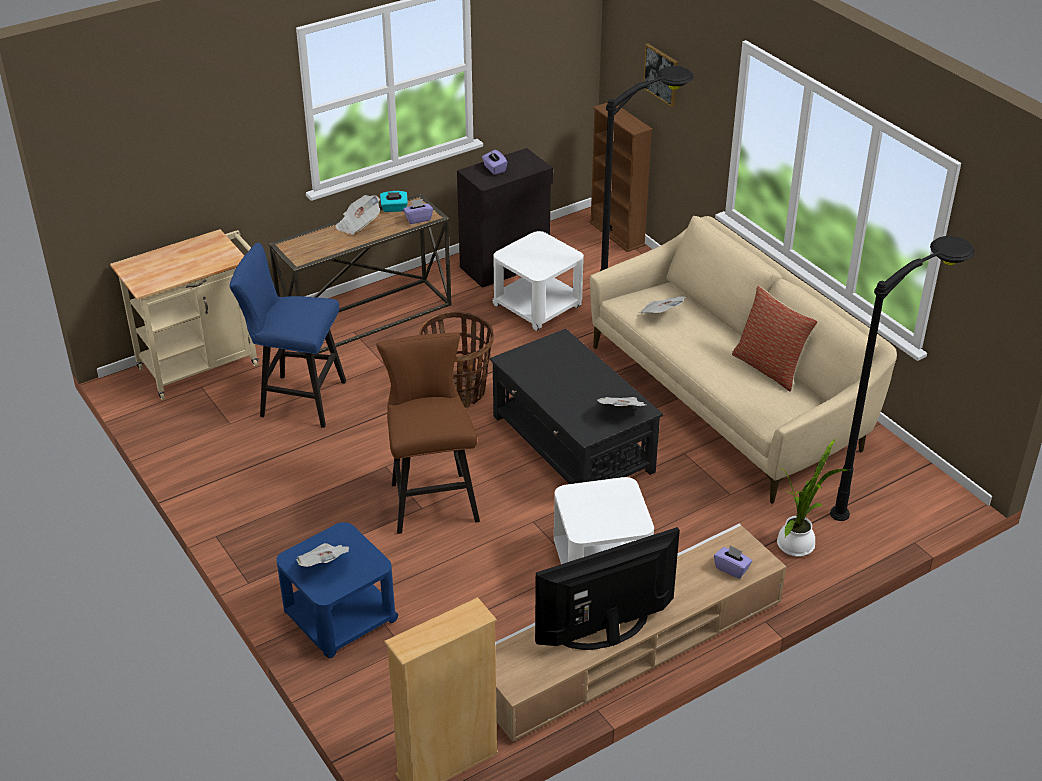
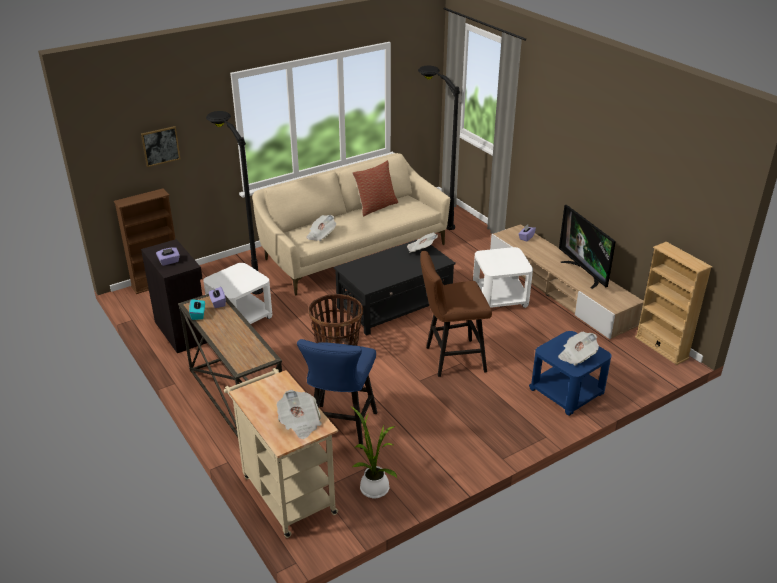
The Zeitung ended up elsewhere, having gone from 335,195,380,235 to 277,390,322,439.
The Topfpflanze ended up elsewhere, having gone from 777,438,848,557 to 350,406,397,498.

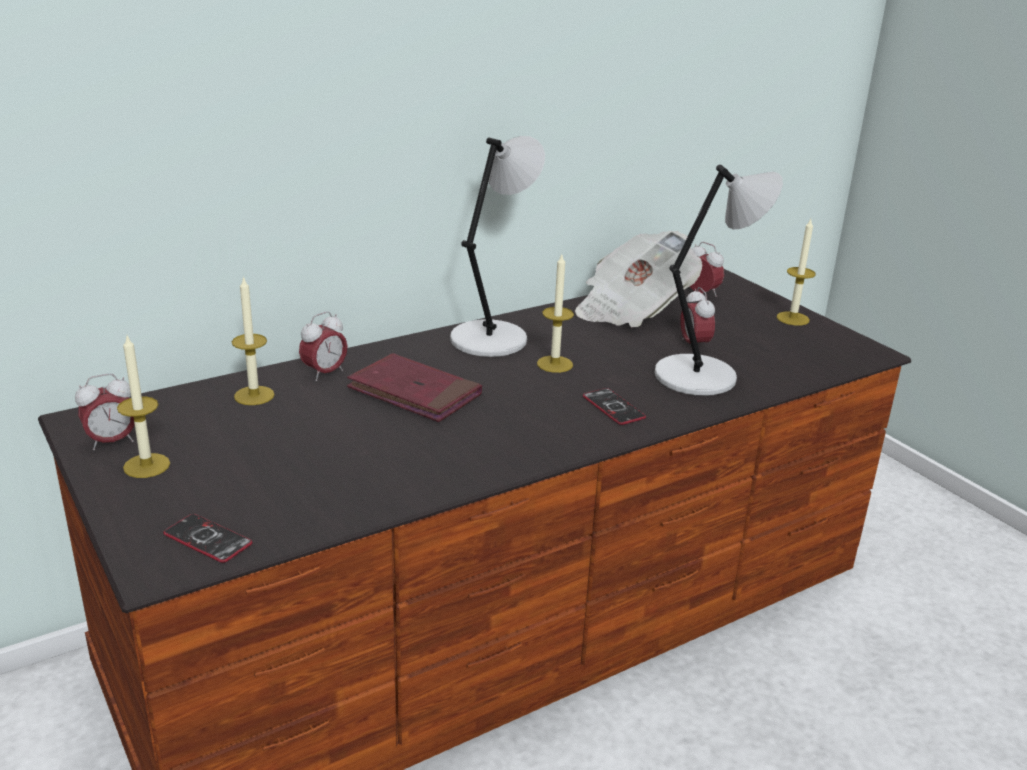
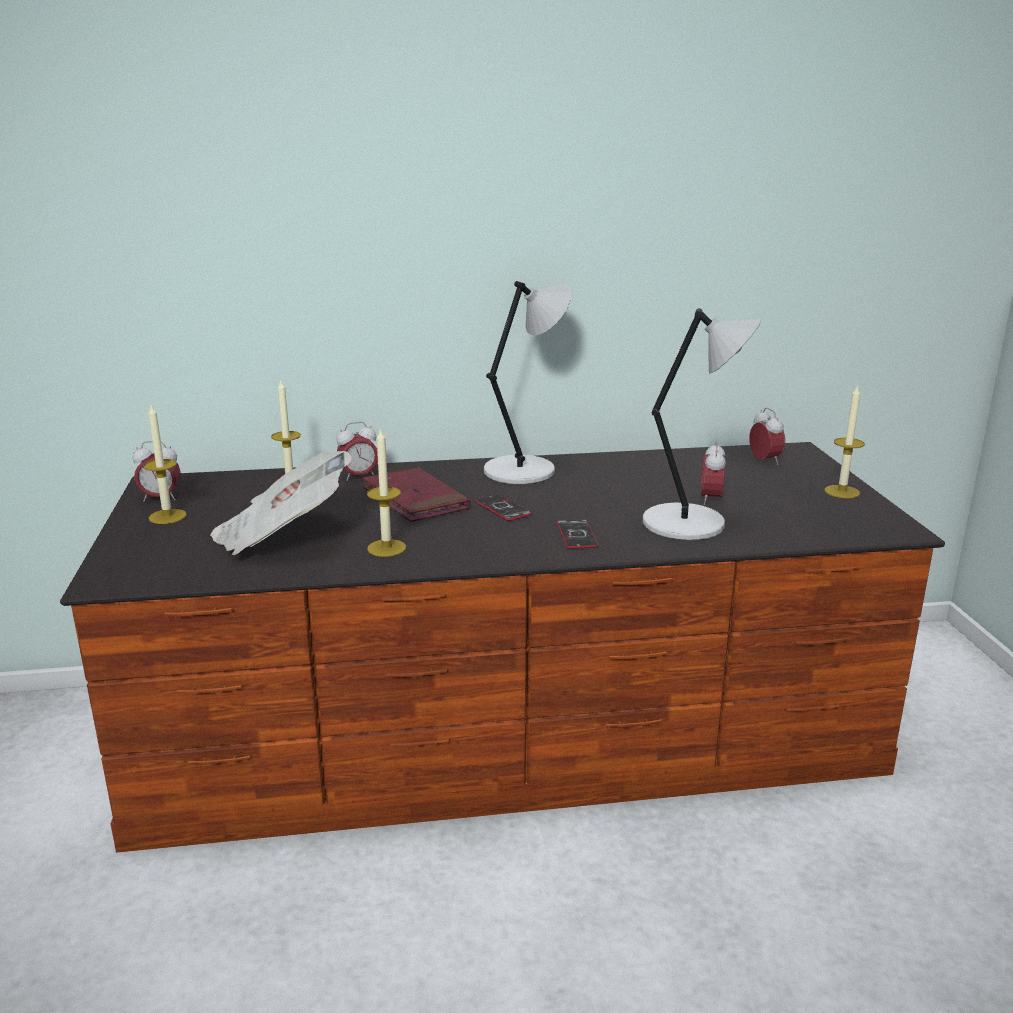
The Handy ended up elsewhere, having gone from 163,514,252,563 to 475,494,532,521.
The Kerze ended up elsewhere, having gone from 537,255,574,373 to 367,427,406,557.
The Zeitung ended up elsewhere, having gone from 575,231,702,327 to 210,451,352,555.

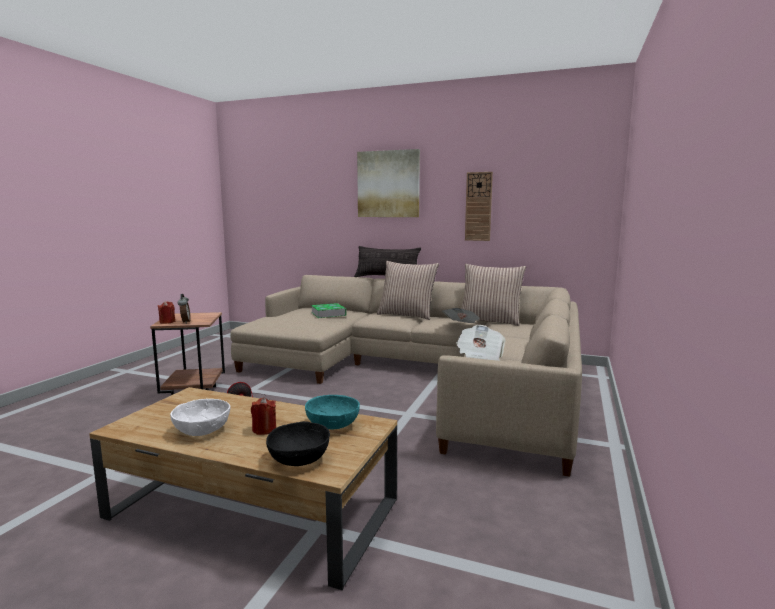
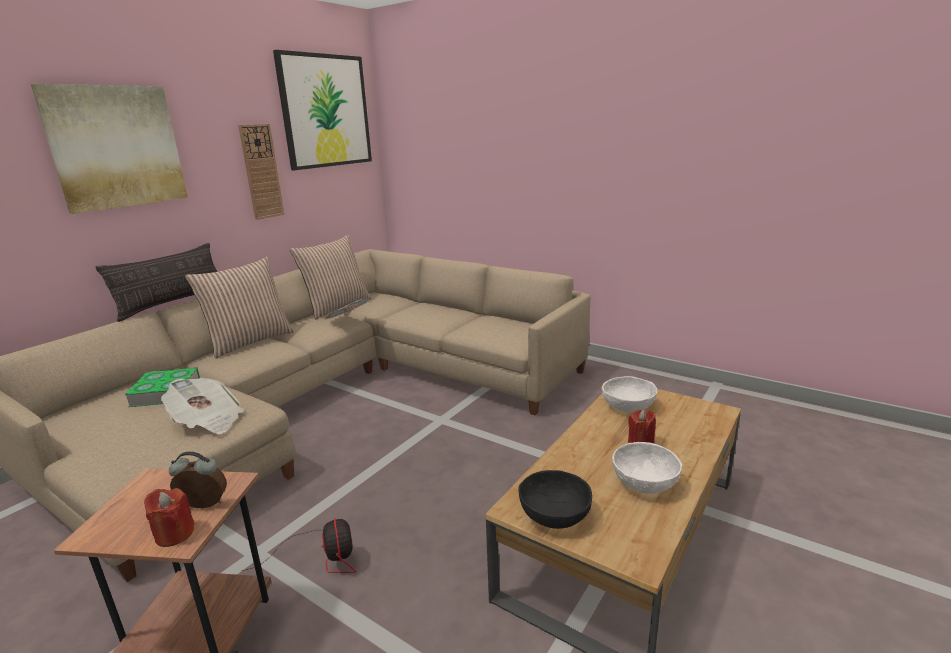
The second view gained the Bild at 273,50,372,170.
The Schüssel [schwarz] ended up elsewhere, having gone from 266,421,330,466 to 518,470,592,529.
The Zeitung ended up elsewhere, having gone from 456,325,506,361 to 161,378,244,434.
What was the Schüssel [türkis] at 305,395,360,429 turned into the Schüssel [weiß] at 602,376,657,413.

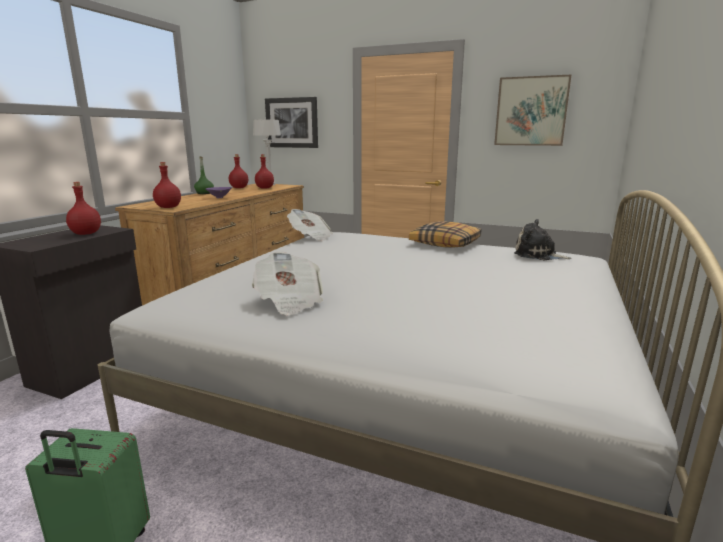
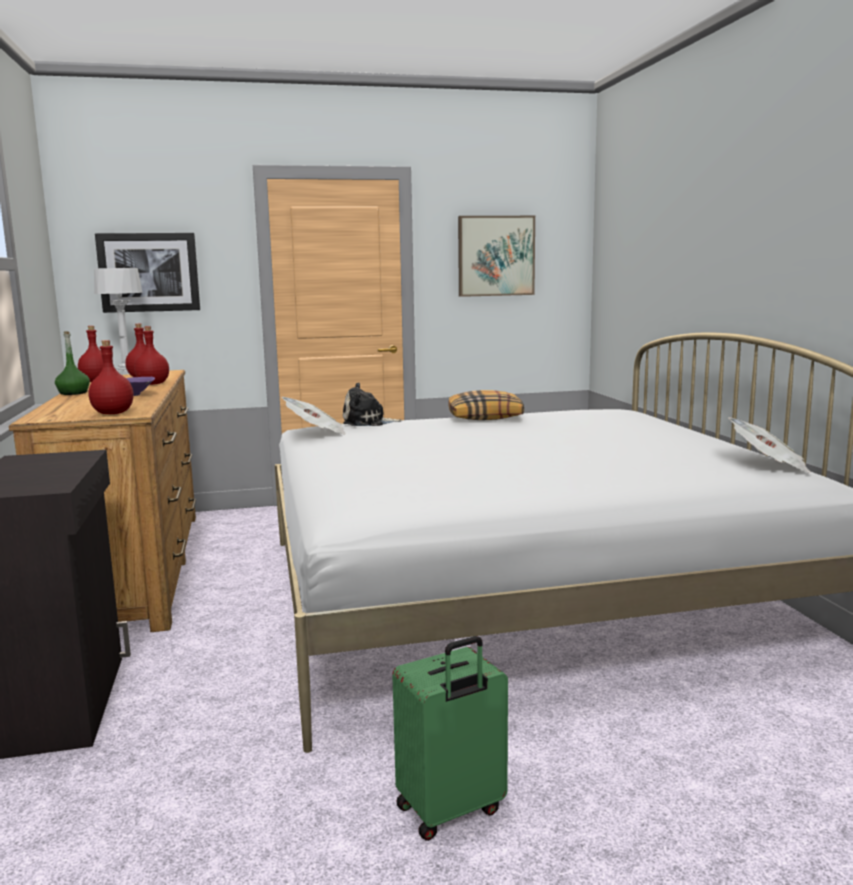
The Flasche [rot] ended up elsewhere, having gone from 66,182,101,235 to 134,326,169,385.
The Zeitung ended up elsewhere, having gone from 252,252,323,316 to 729,417,811,473.
The Plüschtier ended up elsewhere, having gone from 514,219,572,260 to 343,383,403,426.

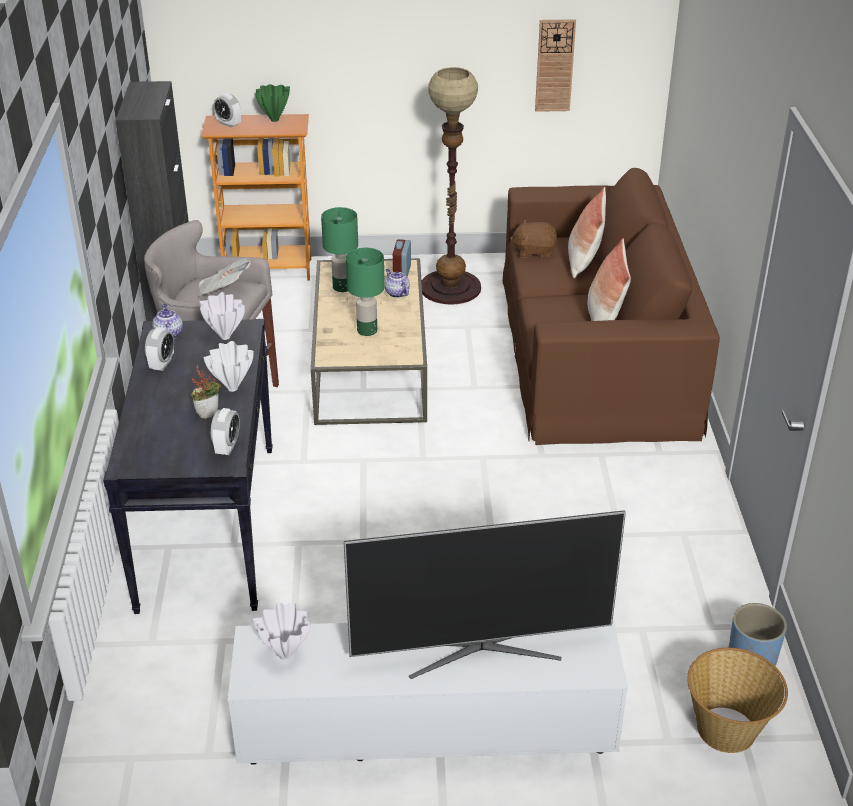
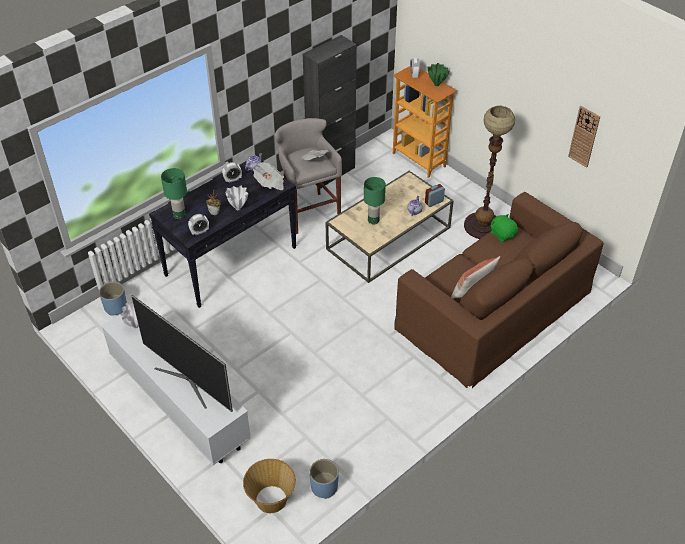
The second view lost the Kissen at 568,187,606,278.
The second view gained the Pflanzkübel [blau] at 99,282,127,316.
The Tischlampe [grün] ended up elsewhere, having gone from 321,207,358,292 to 161,168,187,219.
Where the Vase [weiß] stood at 199,292,245,340, the Zeitung came to stand at 252,162,284,190.
What was the Plüschtier [braun] at 510,219,558,259 turned into the Plüschtier [grün] at 491,214,518,242.

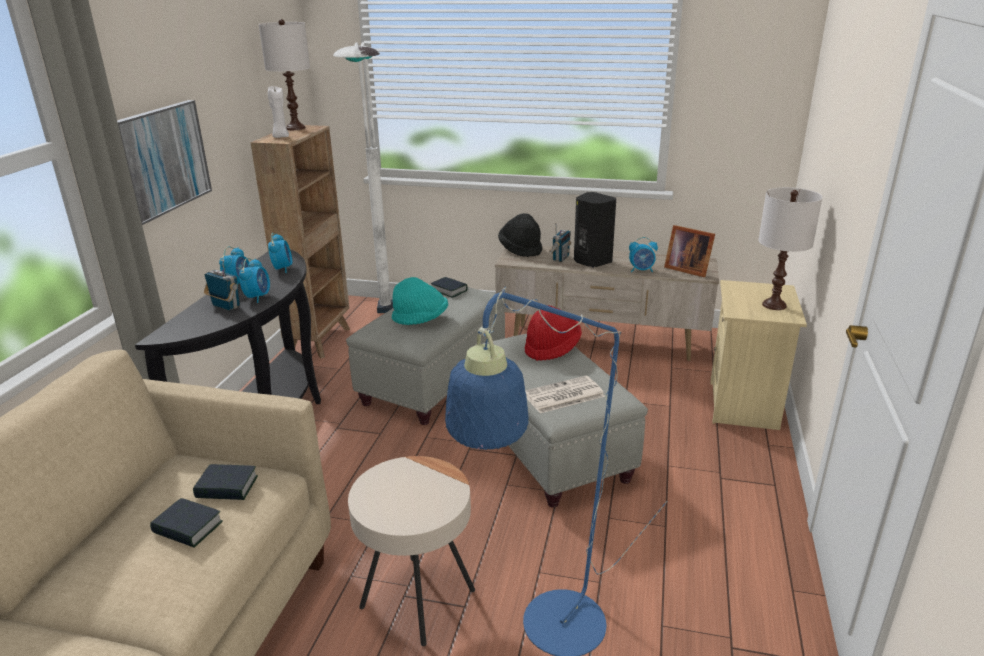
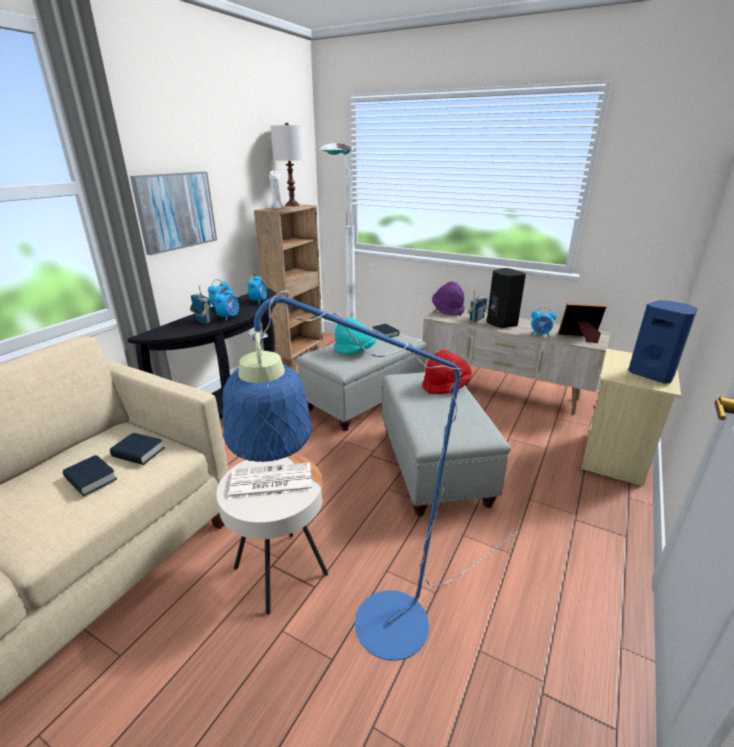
The Zeitung ended up elsewhere, having gone from 525,376,605,413 to 229,463,312,500.
Where the Tischlampe [weiß] stood at 758,187,823,310, the Lautsprecher [blau] came to stand at 628,300,698,383.
What was the Hut [schwarz] at 498,213,542,257 turned into the Hut [lila] at 432,281,465,316.
The Bilderrahmen at 664,225,715,277 ended up facing another way, 135 degrees clockwise from before.

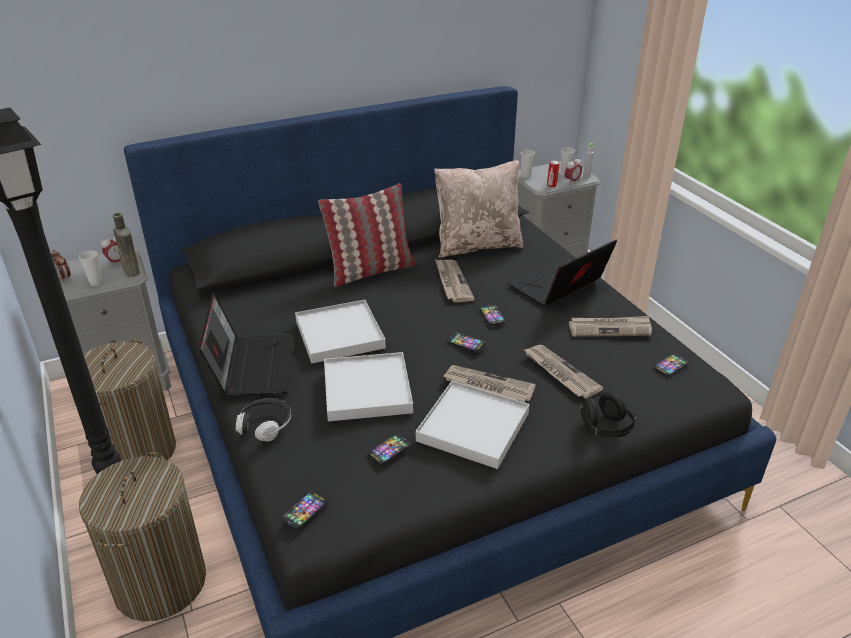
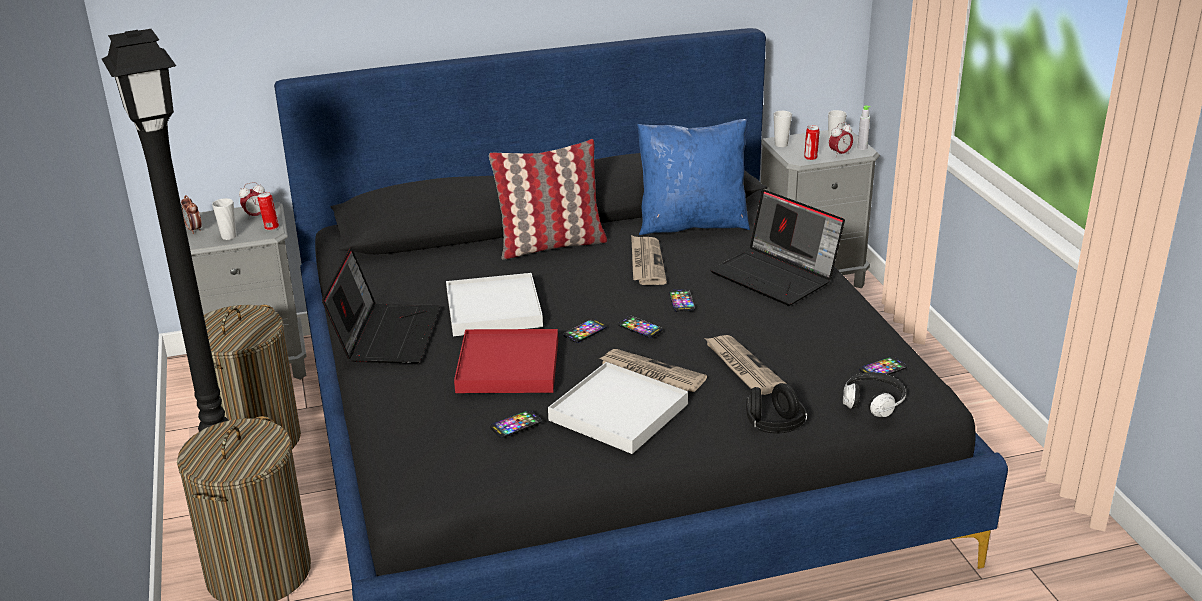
The second view lost the Zeitung at 569,316,652,337.
The Kopfhörer ended up elsewhere, having gone from 236,398,292,442 to 843,372,906,417.
The Handy ended up elsewhere, having gone from 281,491,328,530 to 563,319,607,343.
Where the Flasche [braun] stood at 112,213,140,277, the Dose came to stand at 257,192,279,231.
What was the Tablett [weiß] at 324,352,413,421 turned into the Tablett [rot] at 454,329,558,393.
What was the Kissen [beige] at 434,160,524,258 turned into the Kissen [blau] at 637,119,750,235.
The Laptop at 508,239,617,306 ended up facing another way, 105 degrees counterclockwise from before.

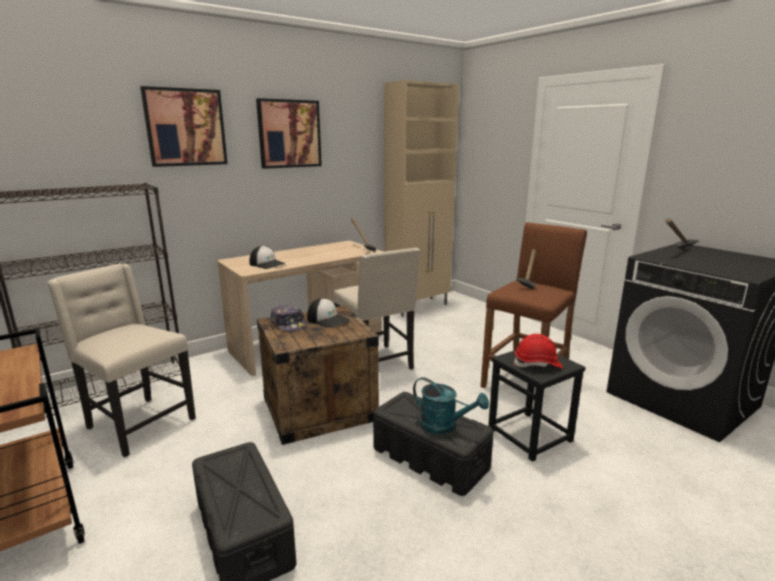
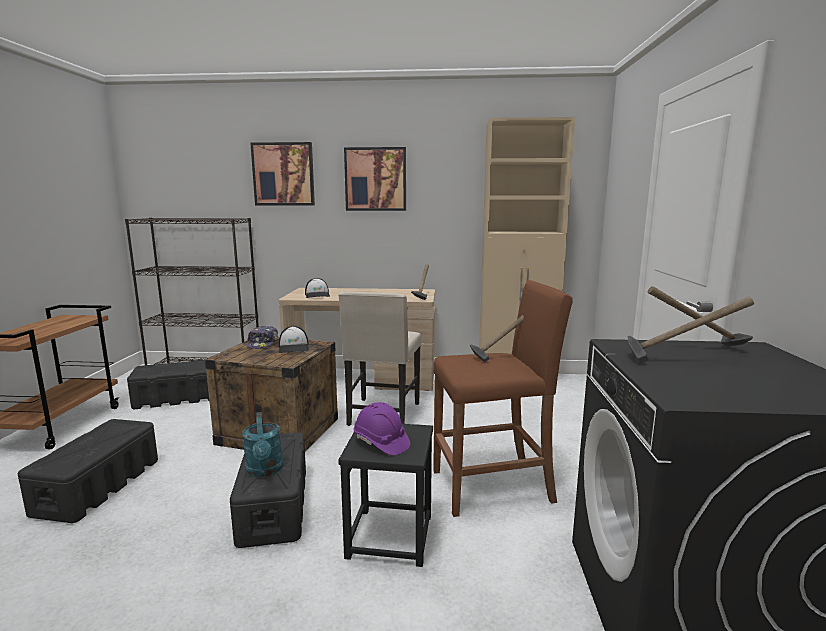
The second view gained the Hammer at 627,296,754,363.
Where the Stuhl [beige] stood at 47,264,196,457, the Aufbewahrungsbox [schwarz] came to stand at 127,360,209,409.
What was the Schutzhelm [rot] at 514,334,563,368 turned into the Schutzhelm [lila] at 353,402,410,455.

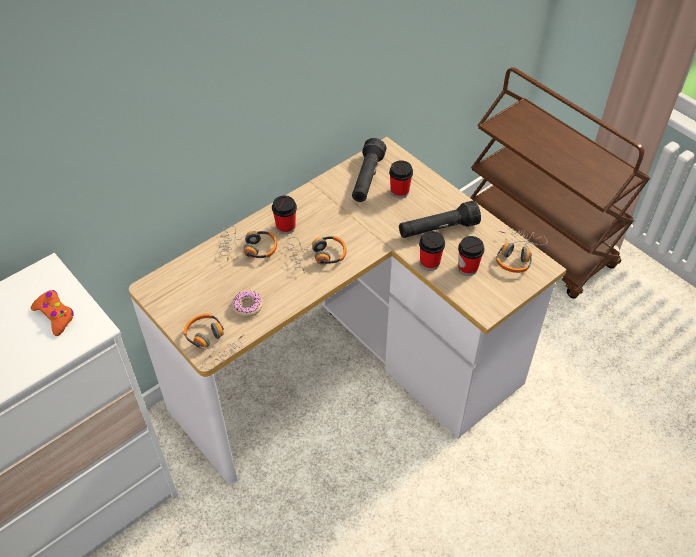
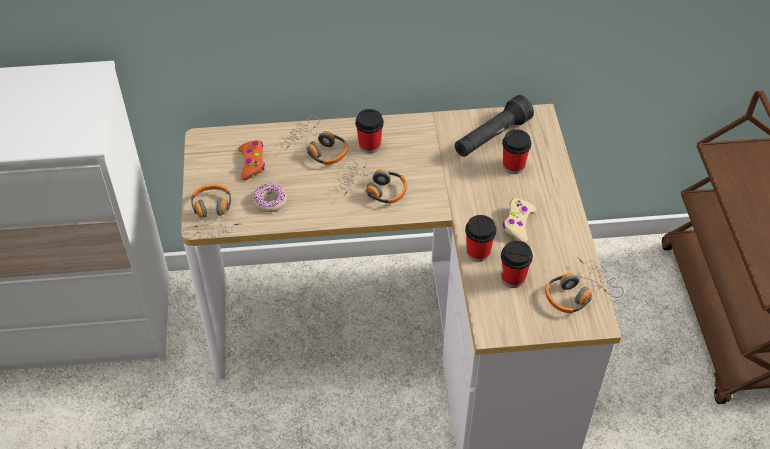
The Gamepad [orange] ended up elsewhere, having gone from 31,290,74,336 to 238,140,265,181.
Where the Taschenlampe [schwarz] stood at 399,201,481,238, the Gamepad [beige] came to stand at 503,198,536,243.

